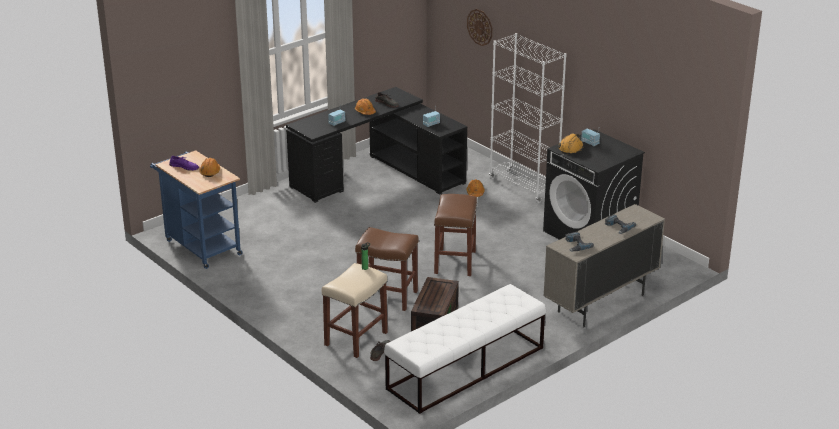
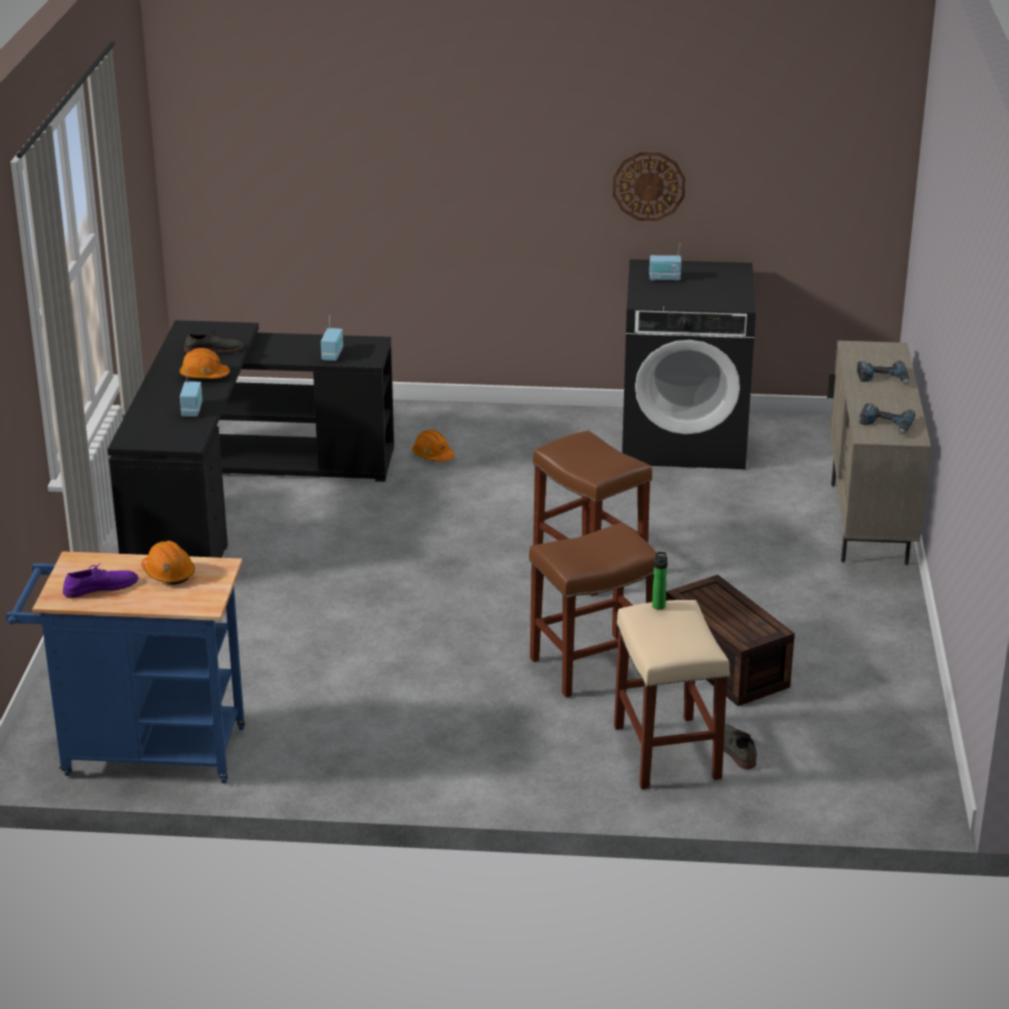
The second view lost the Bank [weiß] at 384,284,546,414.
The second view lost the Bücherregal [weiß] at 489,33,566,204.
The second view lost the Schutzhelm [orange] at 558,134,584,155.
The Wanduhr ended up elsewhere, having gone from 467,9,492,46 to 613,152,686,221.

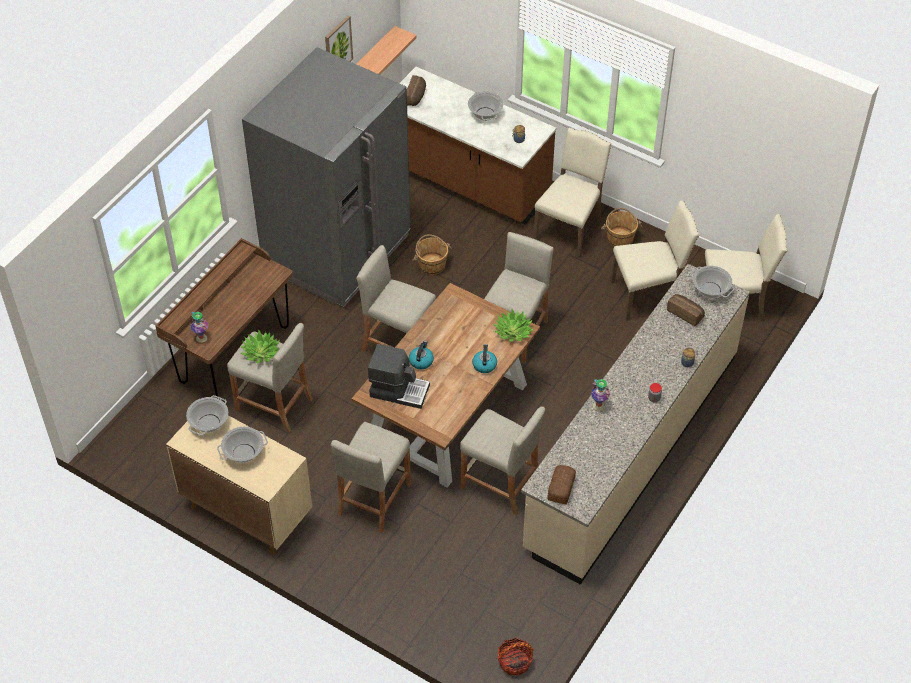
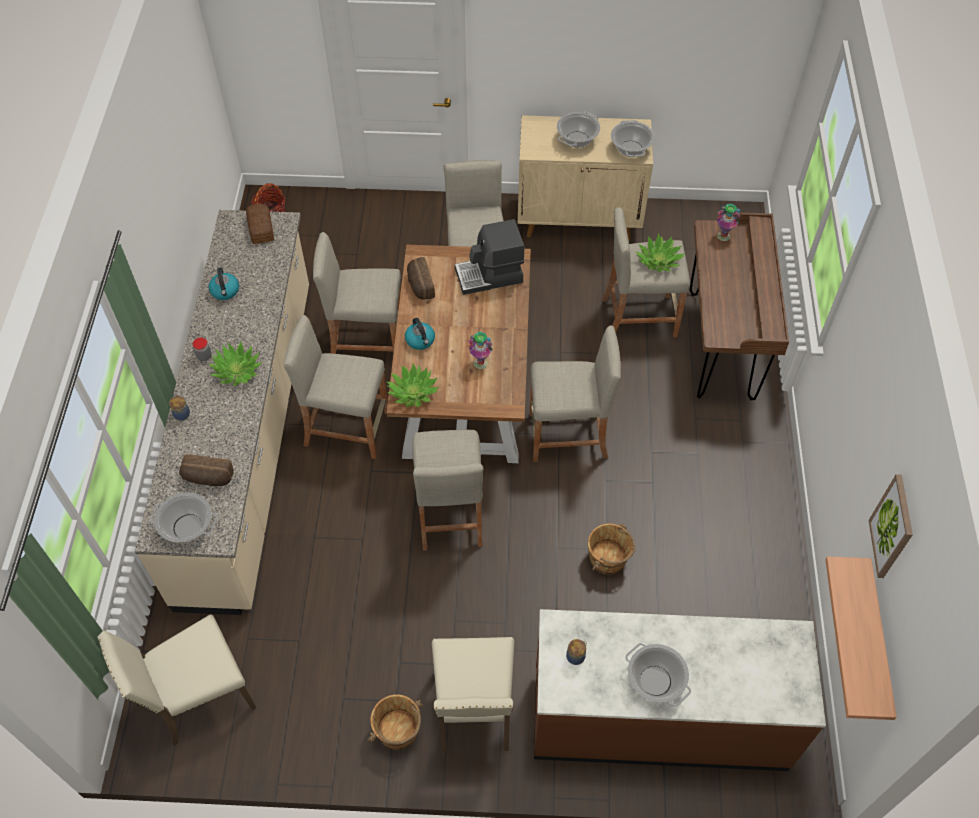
The second view lost the Kühlschrank [grau] at 242,47,411,307.
The second view lost the Stuhl [beige] at 611,201,700,321.
The second view gained the Topfpflanze at 208,341,262,386.
The second view gained the Hocker [beige] at 284,315,388,459.
The Brot ended up elsewhere, having gone from 407,75,426,106 to 407,257,435,300.
The Wasserkessel ended up elsewhere, having gone from 409,341,434,369 to 209,267,239,300.
The Vase ended up elsewhere, having gone from 591,379,610,411 to 468,332,493,369.

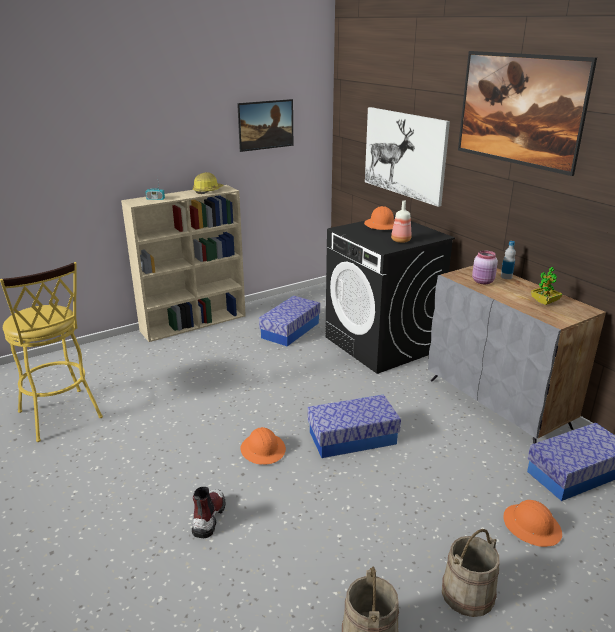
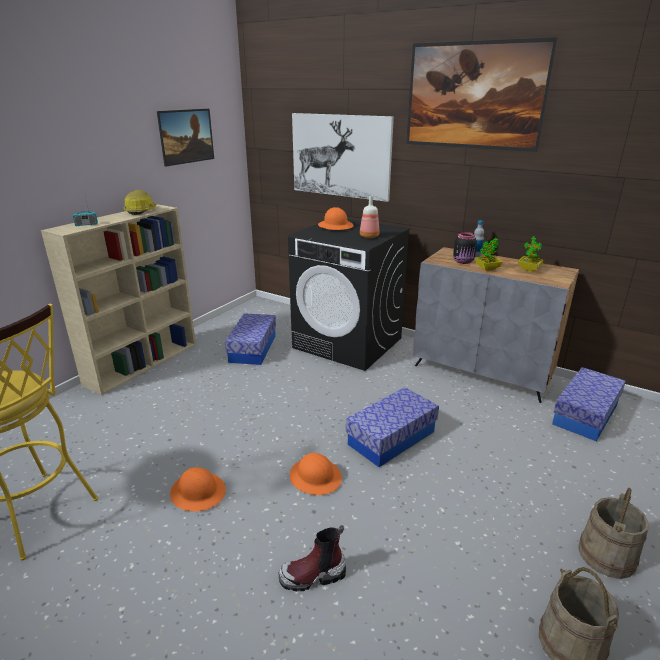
The second view gained the Topfpflanze at 475,238,502,271.
The Schutzhelm [orange] ended up elsewhere, having gone from 503,500,562,547 to 170,467,226,512.
What was the Vorratsglas [rosa] at 472,250,498,284 turned into the Vorratsglas [schwarz] at 453,232,477,264.
The Stiefel at 192,487,225,538 ended up facing another way, 90 degrees counterclockwise from before.

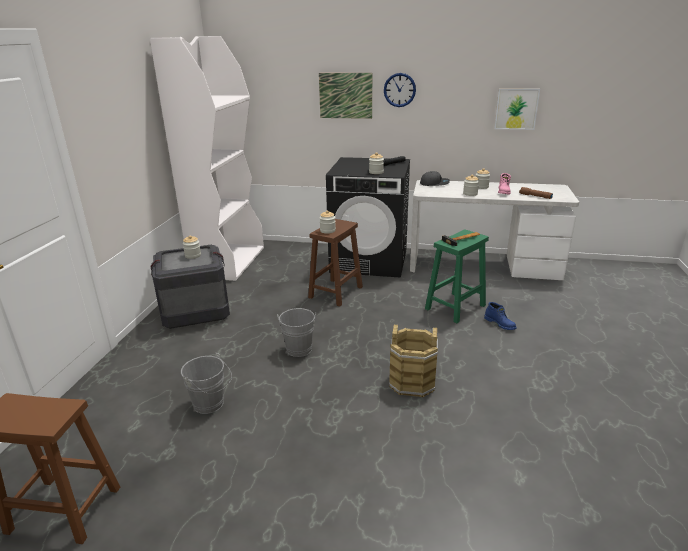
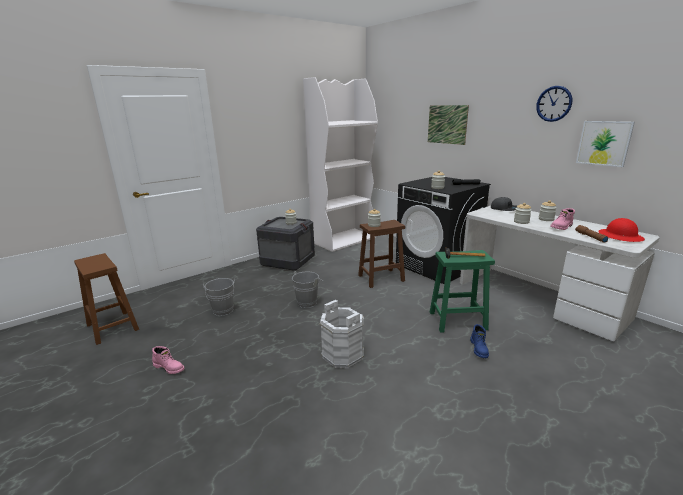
The second view gained the Stiefel [rosa] at 152,346,184,374.
The second view gained the Schutzhelm [rot] at 598,218,645,242.
The Wanduhr ended up elsewhere, having gone from 384,73,416,107 to 536,86,572,122.
What was the Eimer [braun] at 389,325,438,397 turned into the Eimer [weiß] at 320,300,364,369.

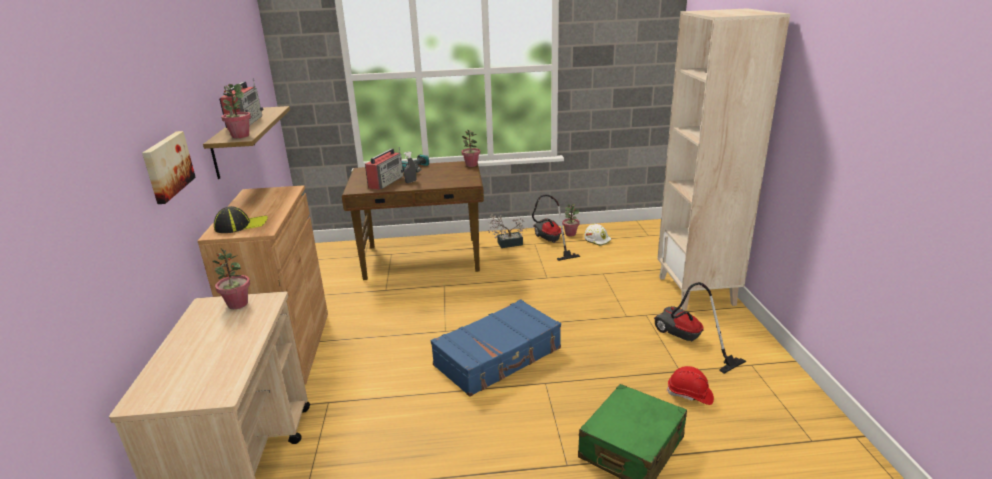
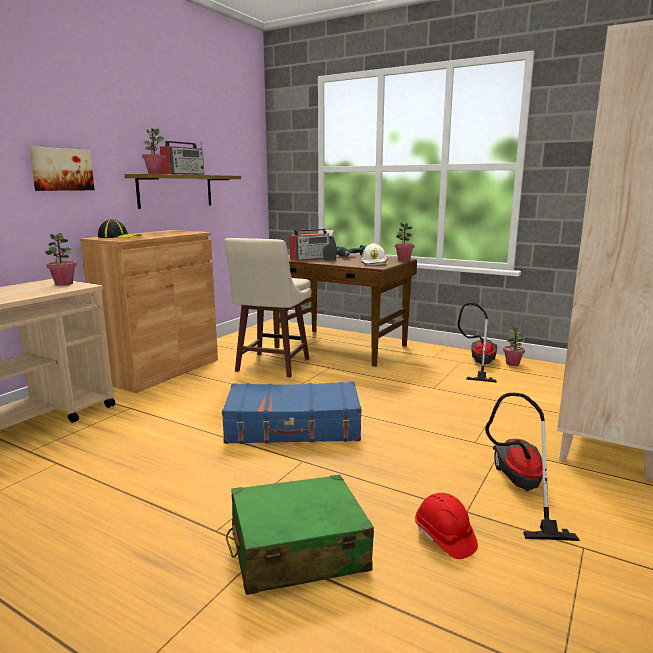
The second view lost the Topfpflanze at 488,214,528,248.
The second view gained the Hocker [beige] at 224,238,312,377.
The Schutzhelm [weiß] ended up elsewhere, having gone from 584,224,612,246 to 361,243,388,265.

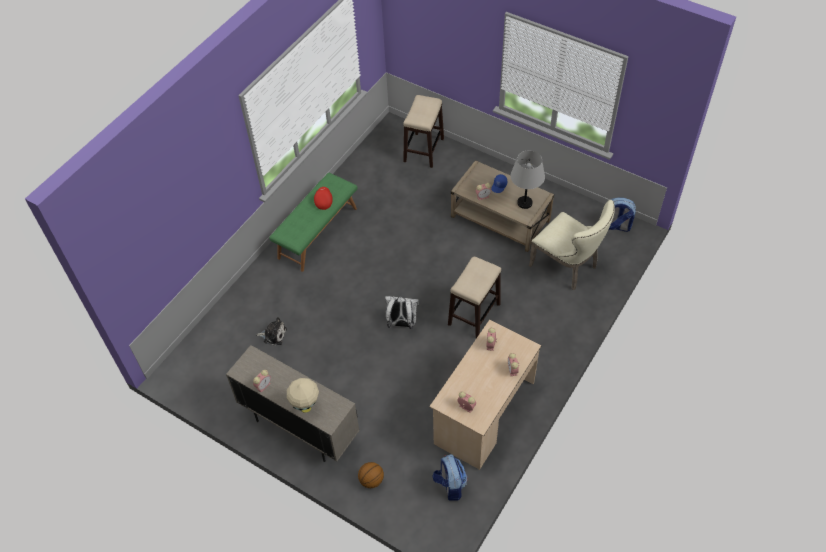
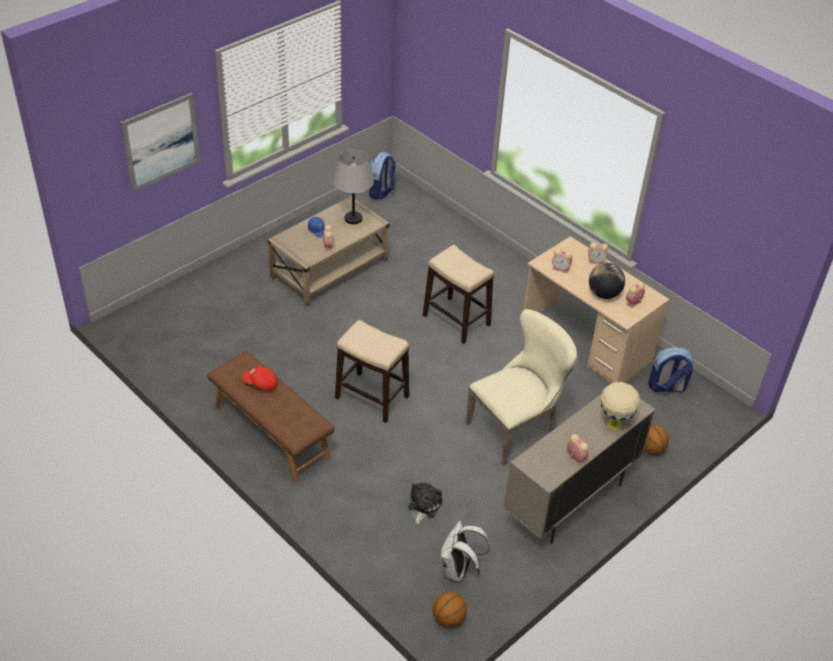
The second view gained the Bild at 121,93,200,192.
The second view gained the Basketball at 433,592,467,627.
The second view gained the Globus at 589,263,625,299.
The Rucksack [weiß] ended up elsewhere, having gone from 385,296,419,329 to 440,521,490,582.
The Hocker ended up elsewhere, having gone from 403,95,444,168 to 335,320,409,423.
The Stuhl [beige] ended up elsewhere, having gone from 529,200,615,290 to 465,309,578,466.
What was the Bank [grün] at 269,173,357,272 turned into the Bank [braun] at 207,351,334,482.

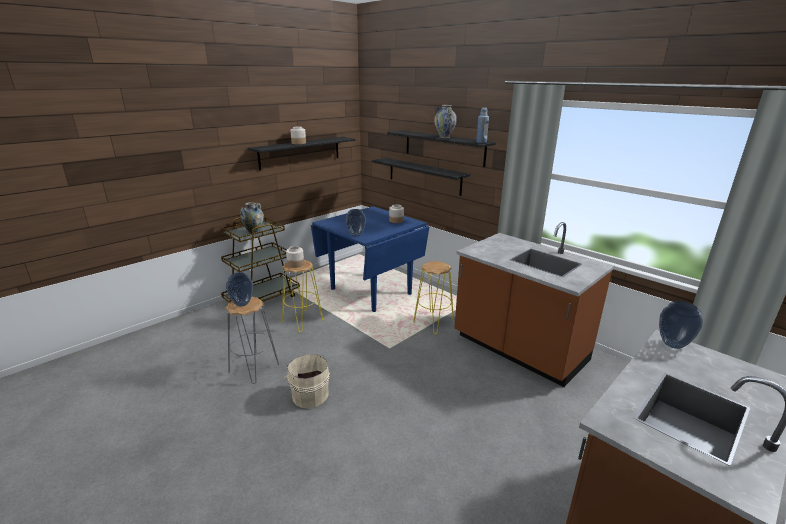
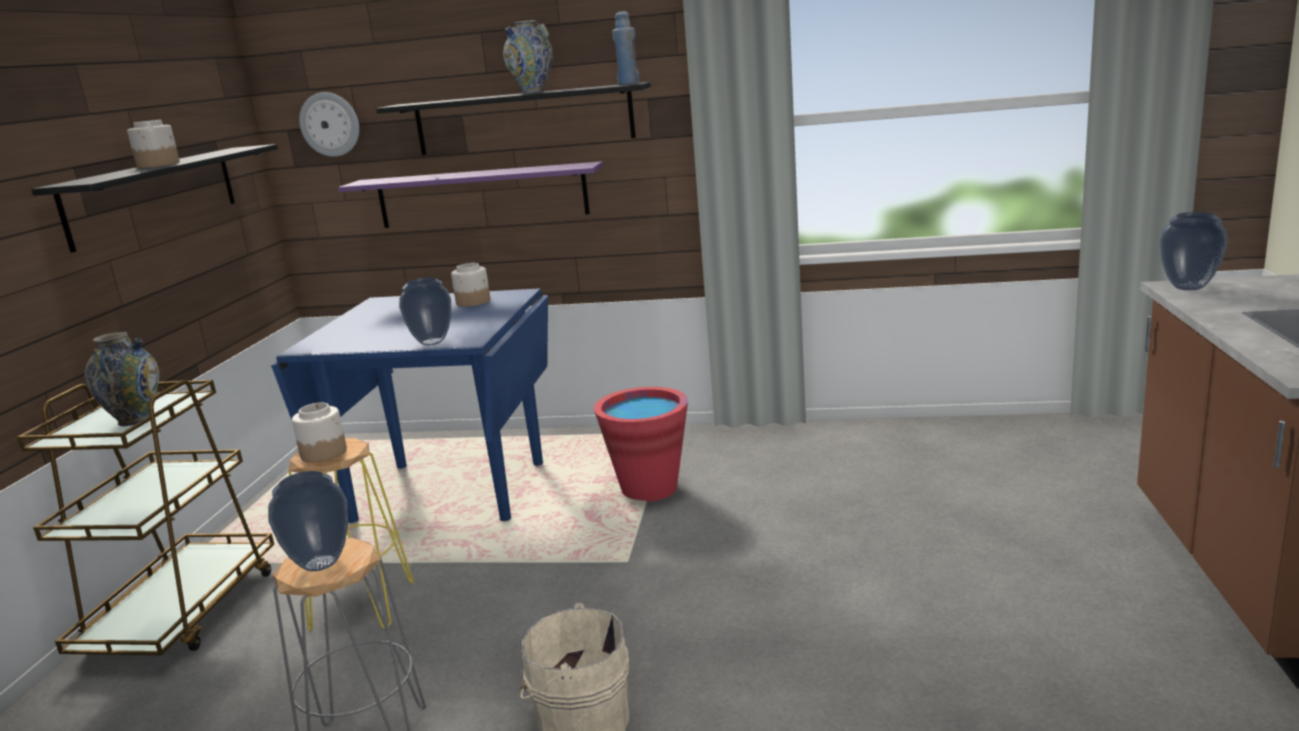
The second view lost the Küchenzeile [braun] at 454,222,615,387.
The second view gained the Wanduhr at 299,92,359,157.
Where the Hocker [gelb] stood at 413,261,454,334, the Eimer [rot] came to stand at 594,387,688,502.
What was the Wandregal [schwarz] at 372,158,470,196 turned into the Wandregal [lila] at 338,161,603,228.

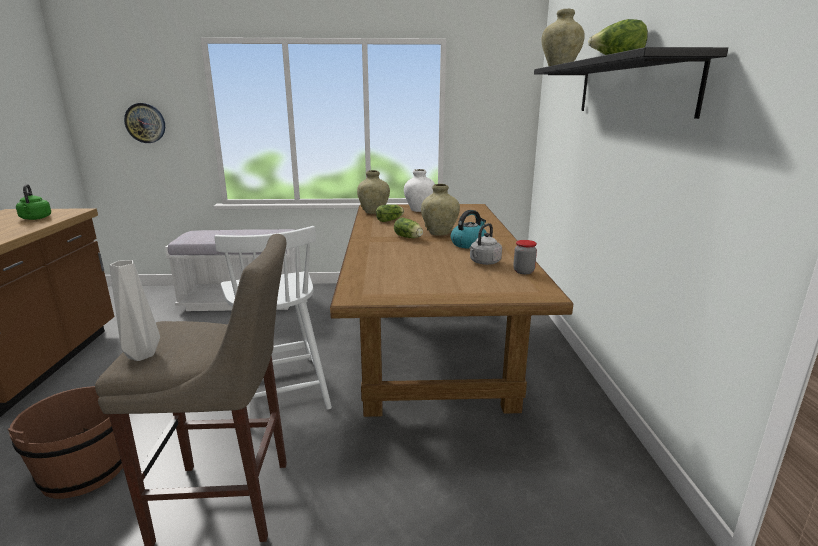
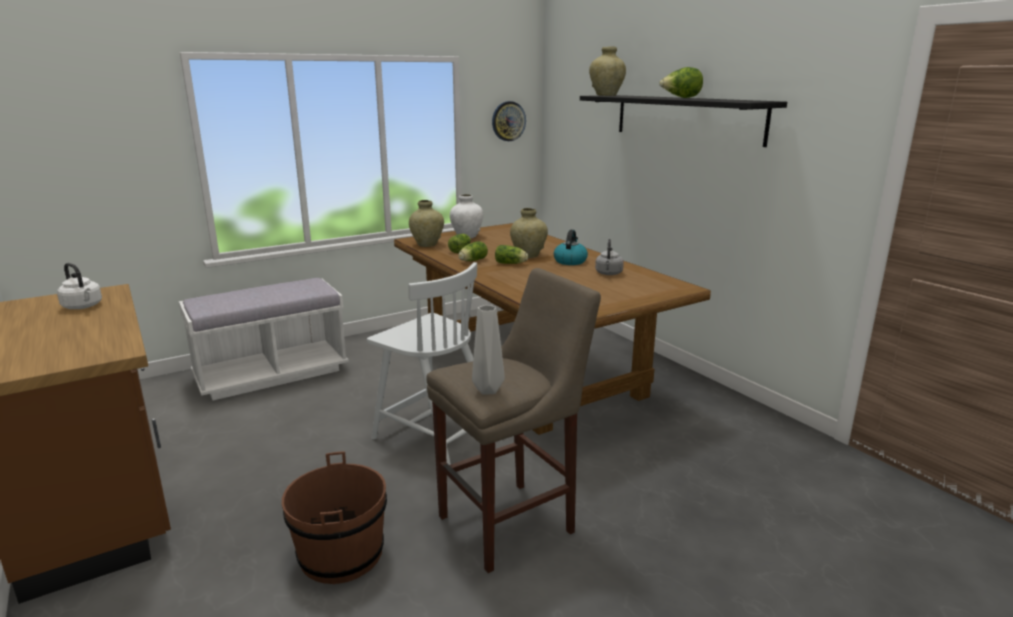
The second view lost the Vorratsglas at 513,240,537,274.
The second view gained the Salatkopf at 458,241,488,261.
The Wanduhr ended up elsewhere, having gone from 124,103,165,143 to 492,101,526,141.
What was the Wasserkessel [grün] at 16,184,51,220 turned into the Wasserkessel [weiß] at 57,263,102,309.

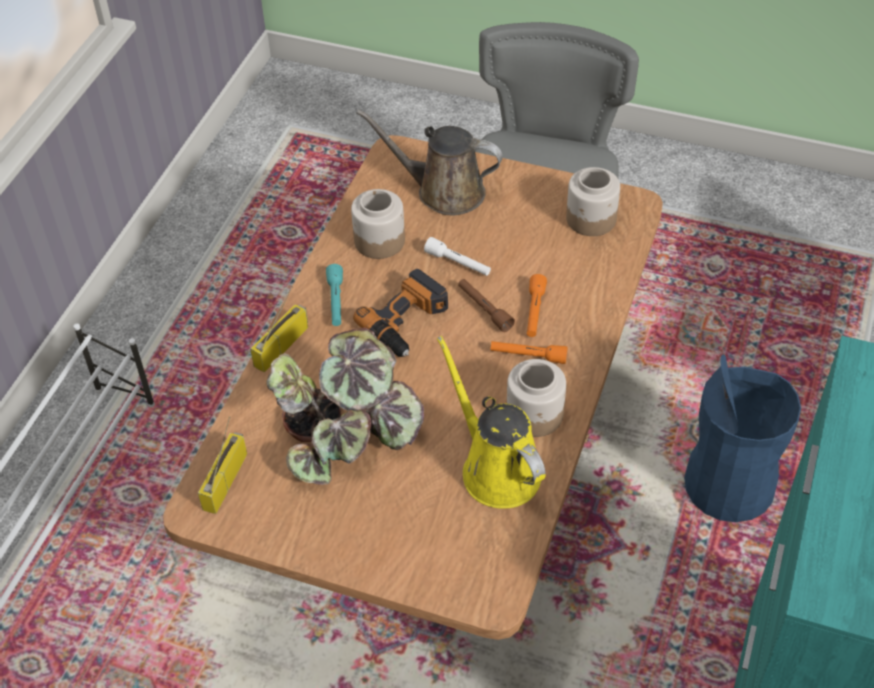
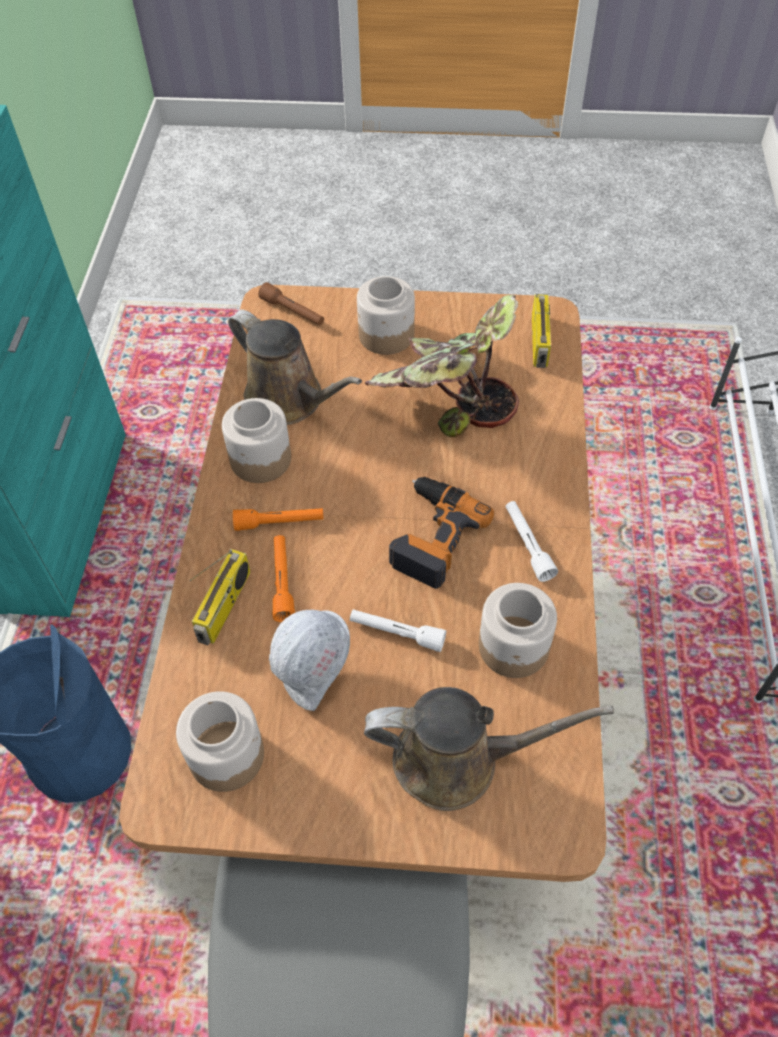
The second view gained the Schutzhelm [weiß] at 269,610,350,756.
The second view gained the Vorratsglas at 357,276,415,355.
The Radio ended up elsewhere, having gone from 250,286,308,373 to 190,549,251,645.
The Taschenlampe [braun] ended up elsewhere, having gone from 458,279,515,332 to 258,282,324,326.
What was the Taschenlampe [türkis] at 326,264,343,326 turned into the Taschenlampe [weiß] at 506,501,558,582.
What was the Gießkanne [gelb] at 437,336,546,509 turned into the Gießkanne [braun] at 228,310,362,425.

